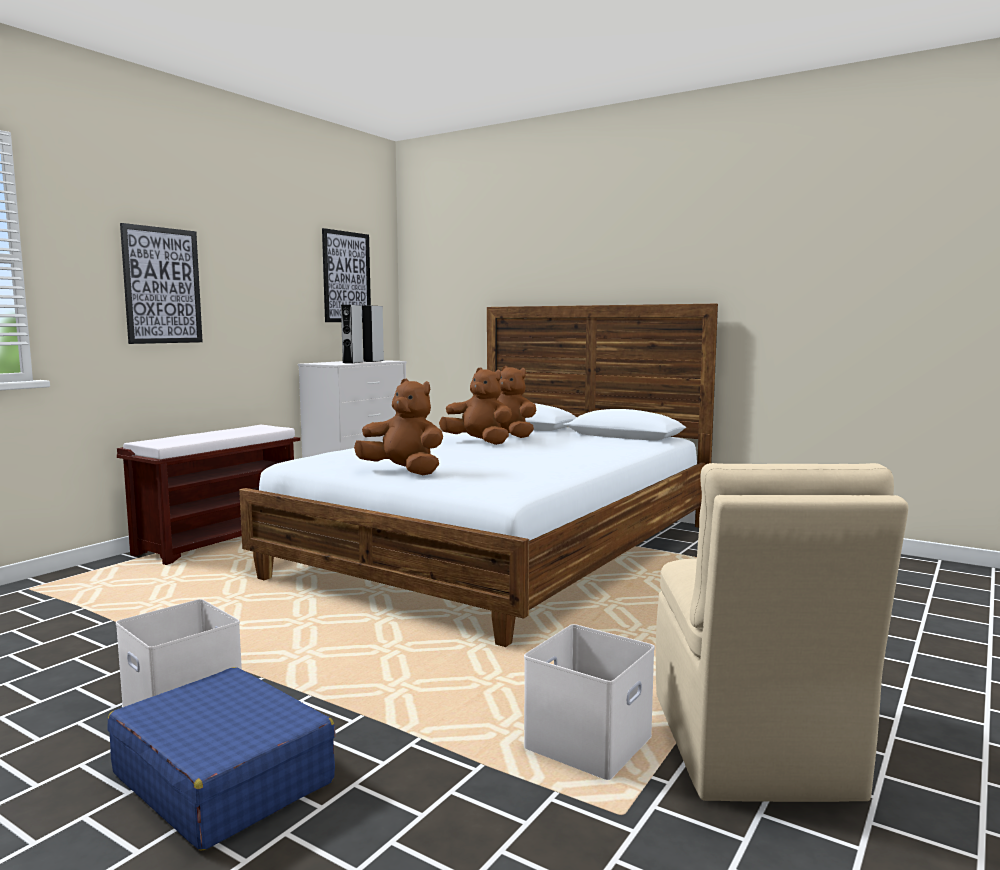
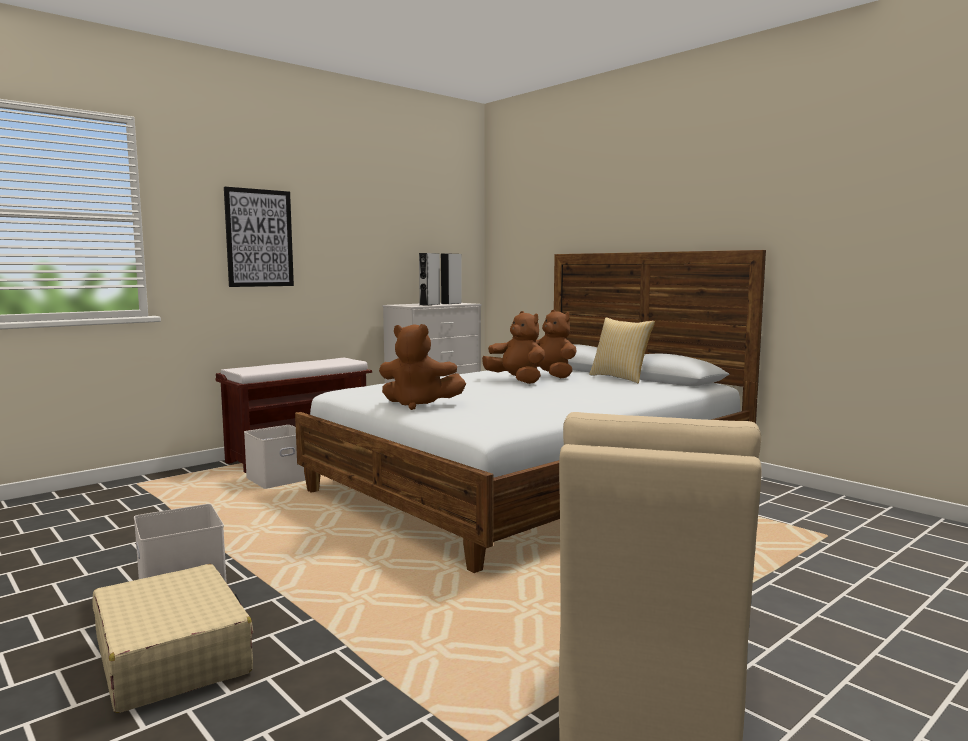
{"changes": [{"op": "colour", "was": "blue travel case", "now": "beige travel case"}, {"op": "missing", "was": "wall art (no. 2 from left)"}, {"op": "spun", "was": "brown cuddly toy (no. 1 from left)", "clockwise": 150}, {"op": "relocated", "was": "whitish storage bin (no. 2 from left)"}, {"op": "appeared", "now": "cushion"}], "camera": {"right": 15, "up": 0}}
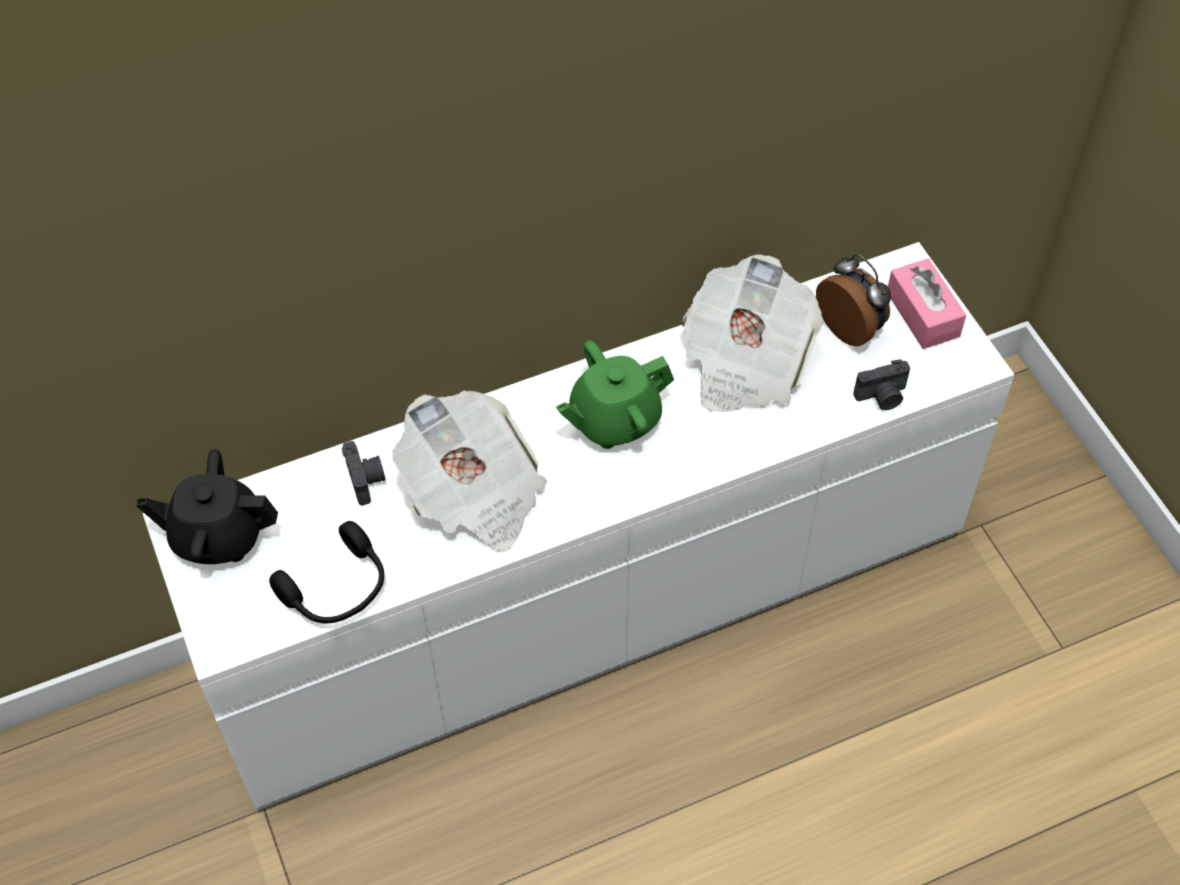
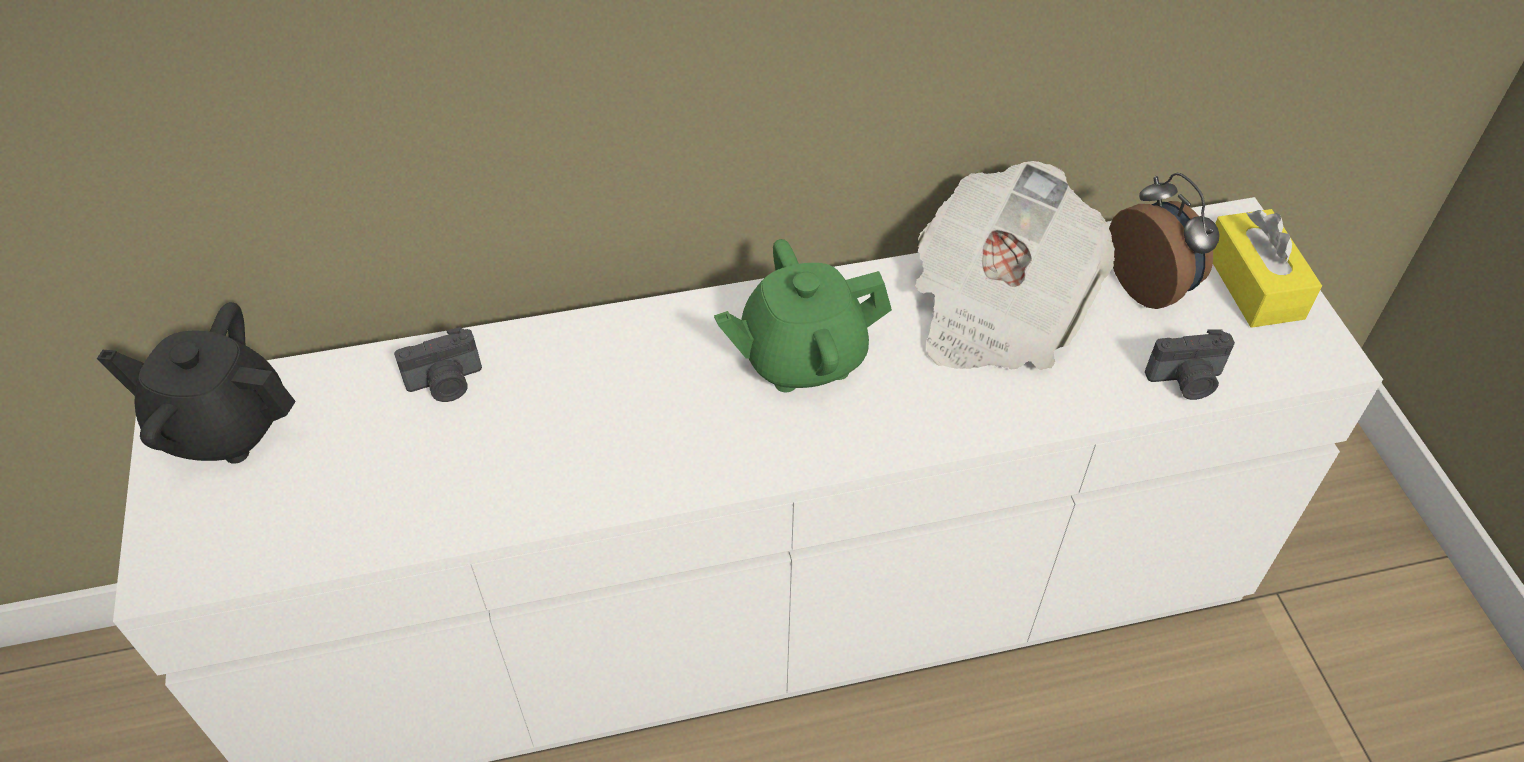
{"changes": [{"op": "missing", "was": "blackish headphones"}, {"op": "spun", "was": "photo camera (no. 1 from left)", "clockwise": 75}, {"op": "missing", "was": "newspaper (no. 1 from left)"}, {"op": "colour", "was": "pink tissue holder", "now": "yellow-coloured tissue holder"}], "camera": {"right": 10, "up": -5}}
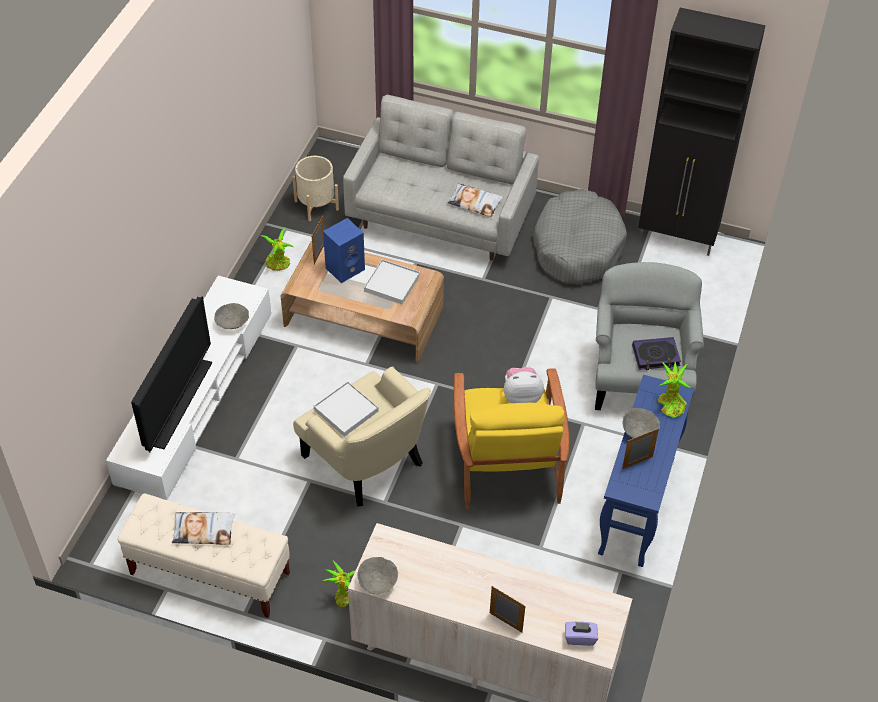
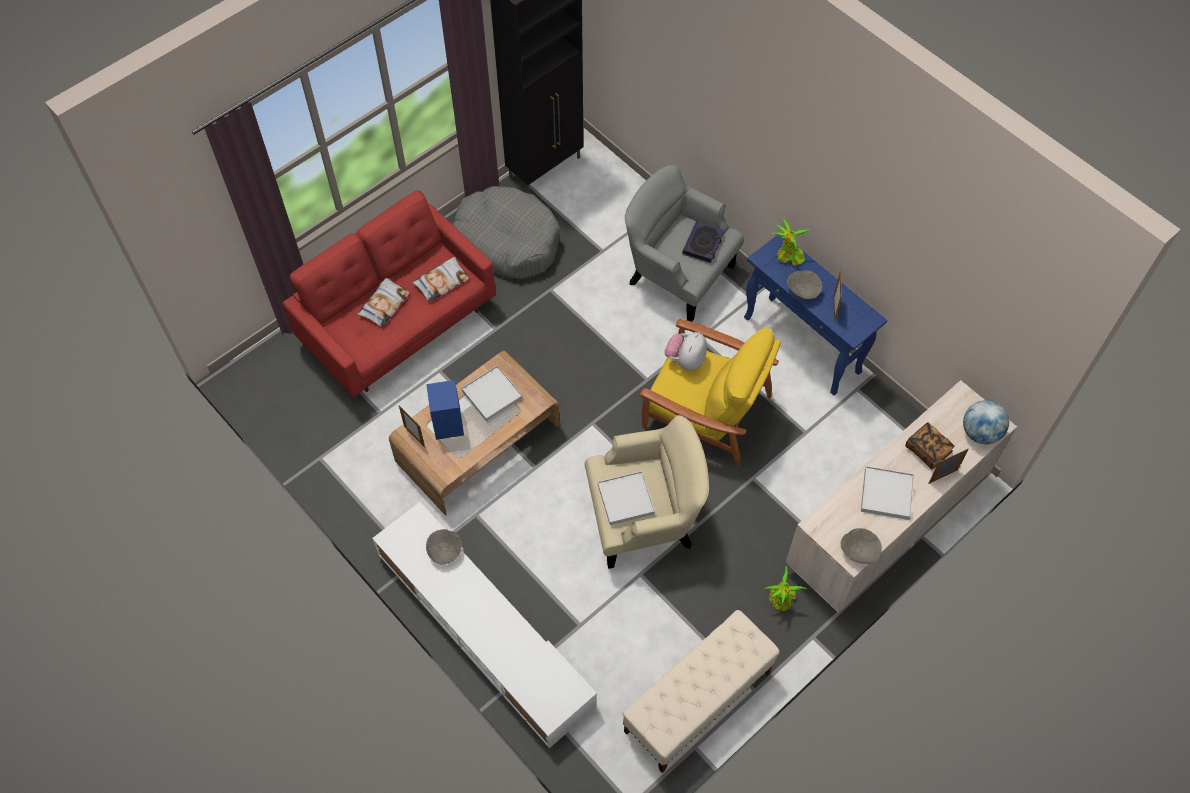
{"changes": [{"op": "missing", "was": "TV set"}, {"op": "relocated", "was": "cushion (no. 1 from left)"}, {"op": "missing", "was": "plant in a pot (no. 1 from left)"}, {"op": "missing", "was": "beige planter"}, {"op": "colour", "was": "greyish sofa", "now": "reddish sofa"}, {"op": "exchanged", "was": "purplish tissue holder", "now": "globe"}, {"op": "appeared", "now": "whitish serving tray (no. 3 from left)"}, {"op": "appeared", "now": "bound book (no. 2 from left)"}], "camera": {"right": -60, "up": 10}}
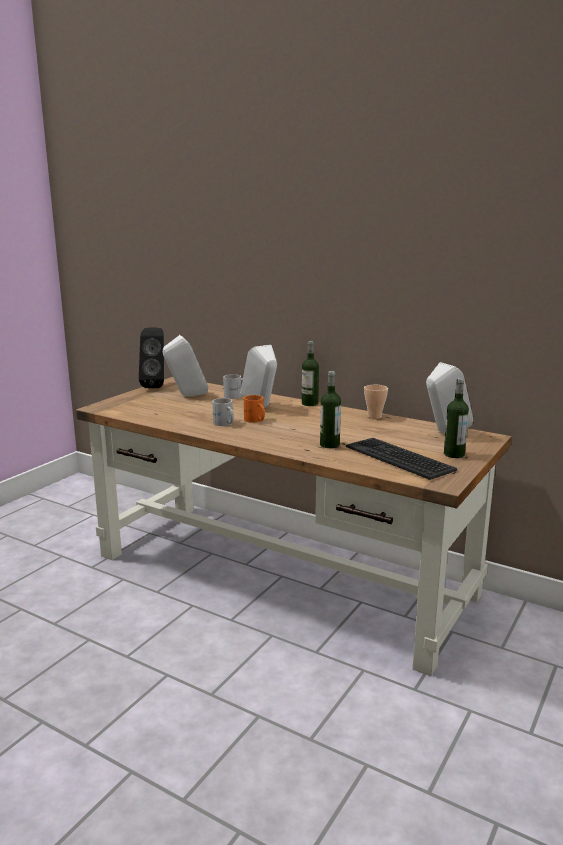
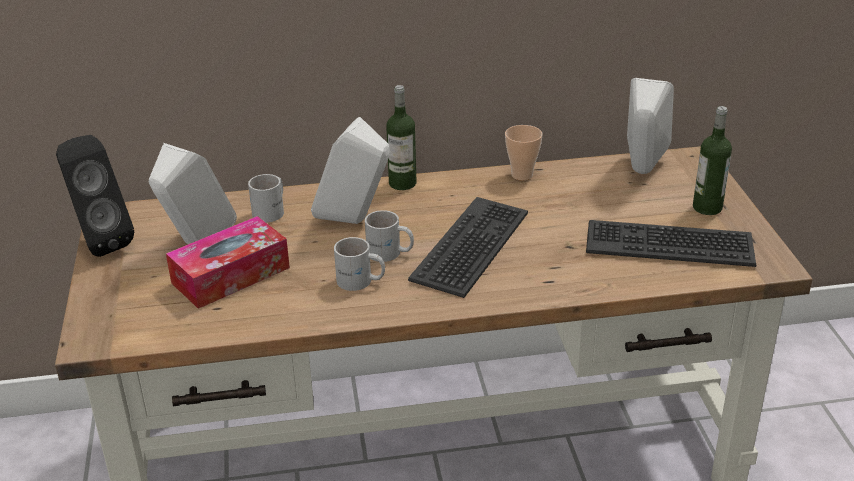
{"changes": [{"op": "colour", "was": "orange tea mug", "now": "whitish tea mug (no. 3 from left)"}, {"op": "missing", "was": "drink bottle (no. 2 from left)"}, {"op": "appeared", "now": "tissue holder"}, {"op": "appeared", "now": "computer keyboard (no. 1 from left)"}], "camera": {"right": -40, "up": 15}}
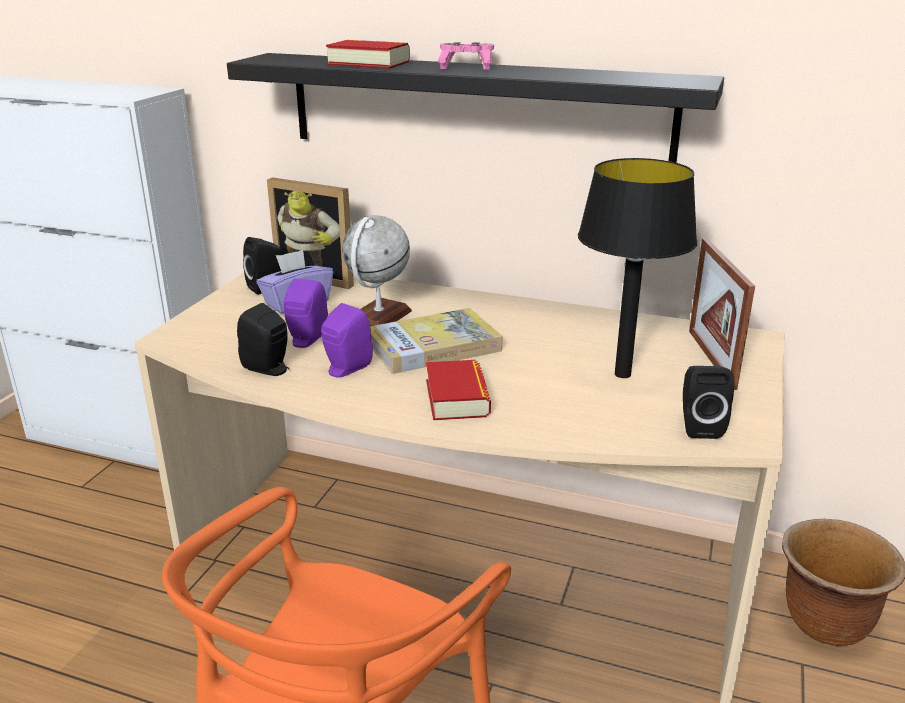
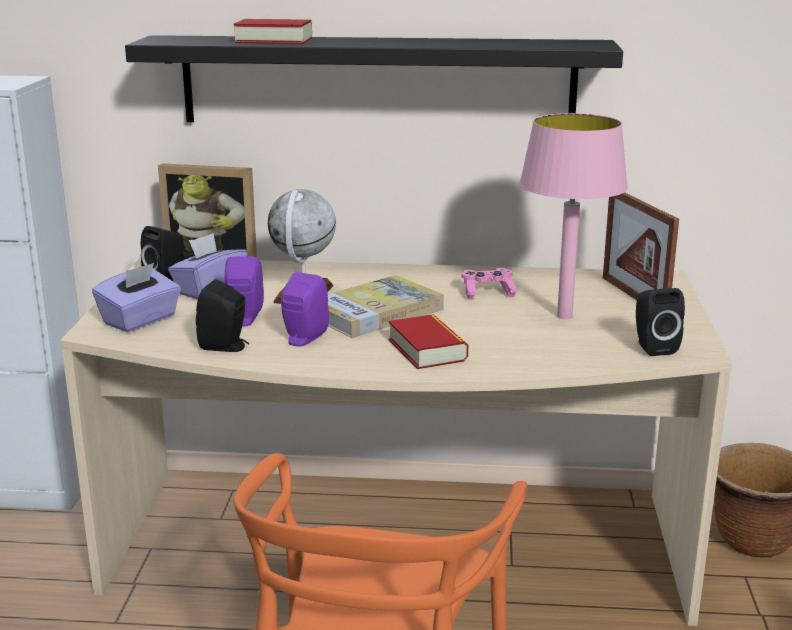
{"changes": [{"op": "relocated", "was": "pink game controller"}, {"op": "colour", "was": "blackish lamp for a table", "now": "pink lamp for a table"}, {"op": "appeared", "now": "purplish tissue holder (no. 1 from left)"}], "camera": {"right": -15, "up": -5}}
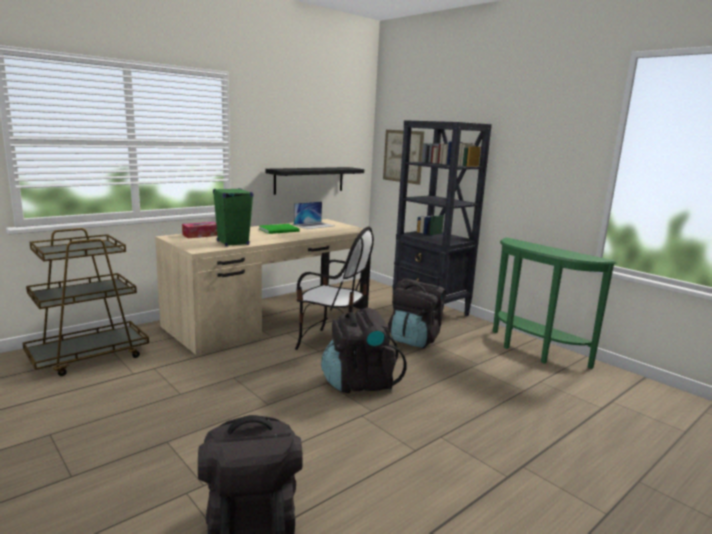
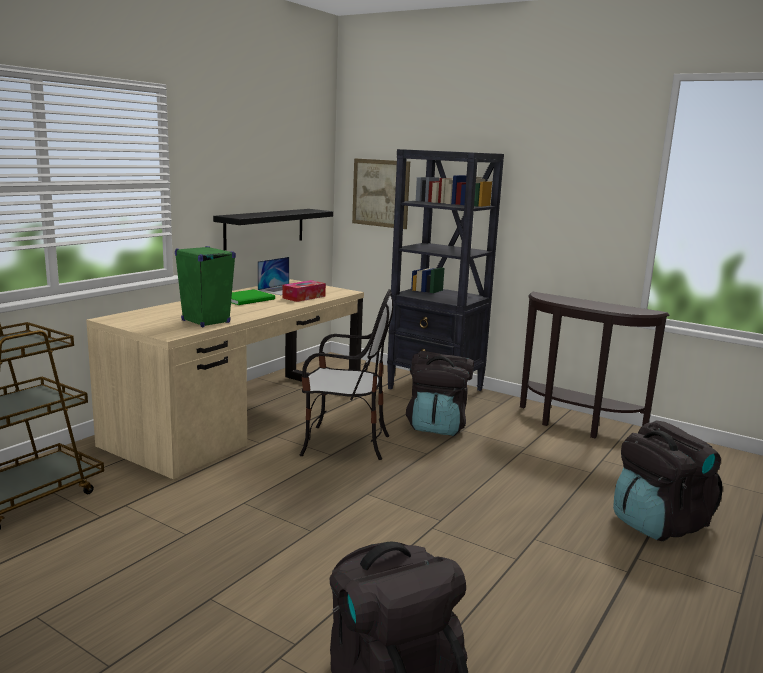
{"changes": [{"op": "relocated", "was": "tissue holder"}, {"op": "relocated", "was": "blackish knapsack (no. 2 from left in the first image)", "now": "blackish knapsack (no. 3 from left)"}, {"op": "colour", "was": "greenish console table", "now": "brown console table"}], "camera": {"right": -15, "up": 0}}
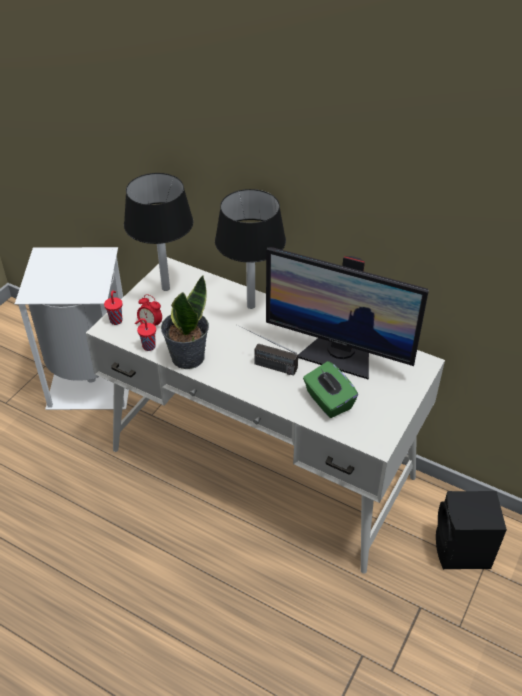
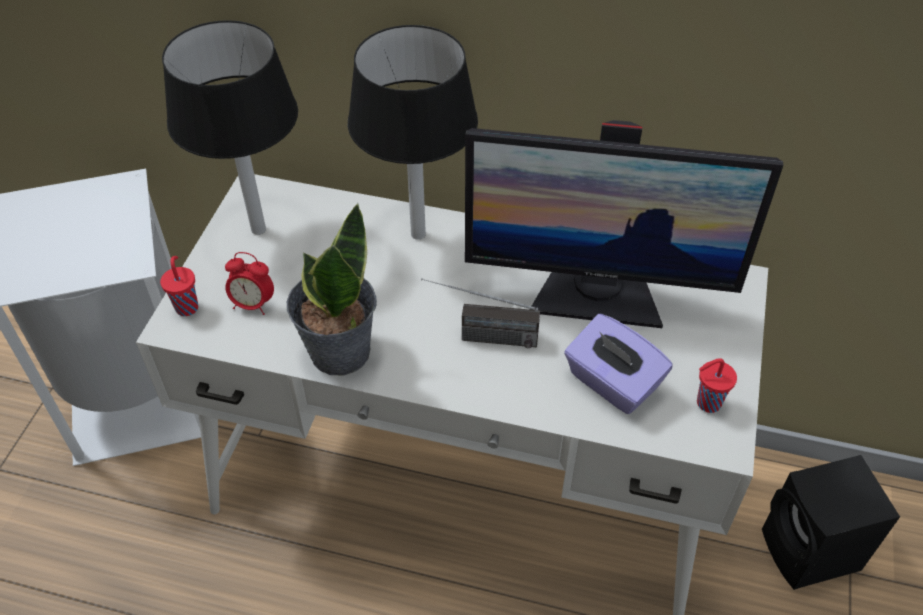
{"changes": [{"op": "relocated", "was": "reddish cup (no. 2 from left)"}, {"op": "colour", "was": "greenish tissue holder", "now": "purplish tissue holder"}], "camera": {"right": -15, "up": 5}}
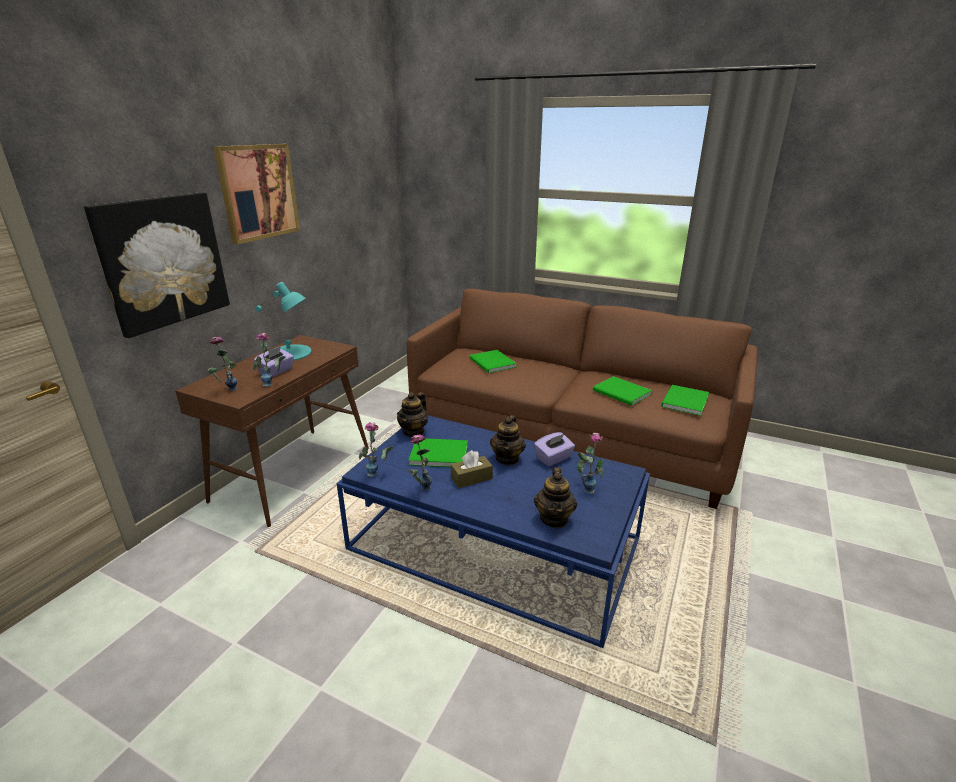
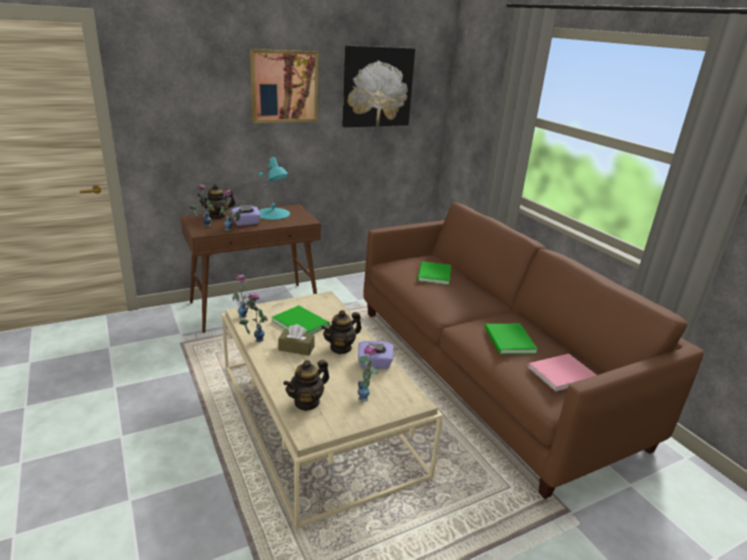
{"changes": [{"op": "relocated", "was": "wall art (no. 1 from left in the first image)", "now": "wall art (no. 2 from left)"}, {"op": "colour", "was": "blue low table", "now": "beige low table"}, {"op": "relocated", "was": "pot for tea (no. 1 from left)"}, {"op": "colour", "was": "greenish bound book (no. 4 from left)", "now": "pink bound book"}], "camera": {"right": 35, "up": 0}}
